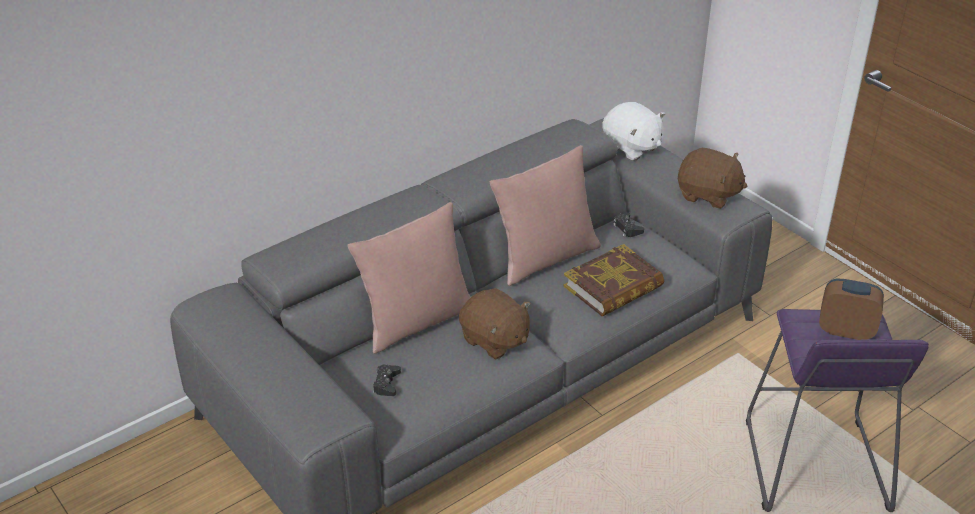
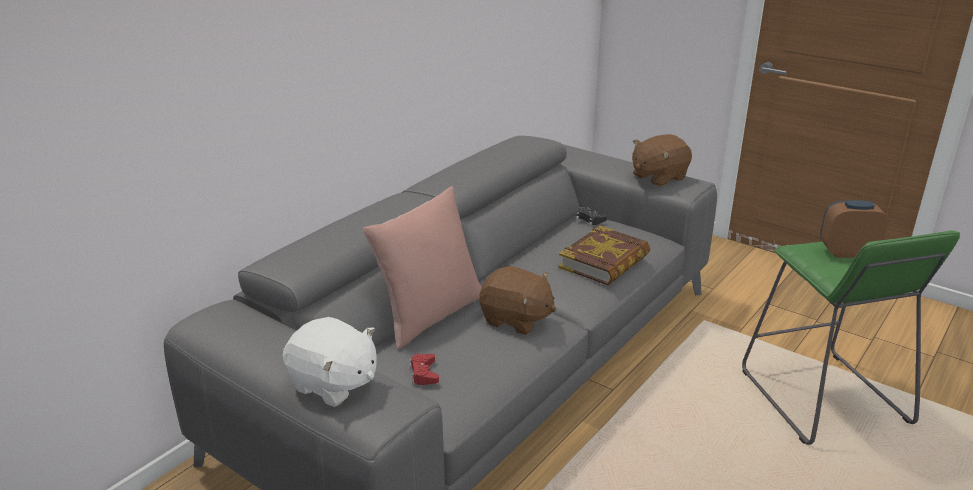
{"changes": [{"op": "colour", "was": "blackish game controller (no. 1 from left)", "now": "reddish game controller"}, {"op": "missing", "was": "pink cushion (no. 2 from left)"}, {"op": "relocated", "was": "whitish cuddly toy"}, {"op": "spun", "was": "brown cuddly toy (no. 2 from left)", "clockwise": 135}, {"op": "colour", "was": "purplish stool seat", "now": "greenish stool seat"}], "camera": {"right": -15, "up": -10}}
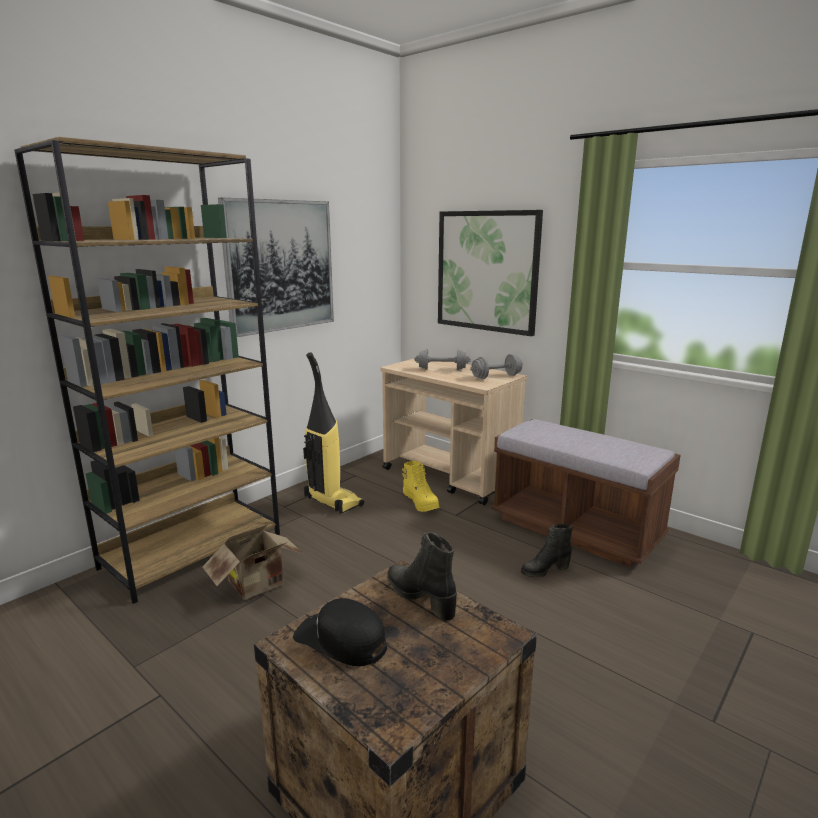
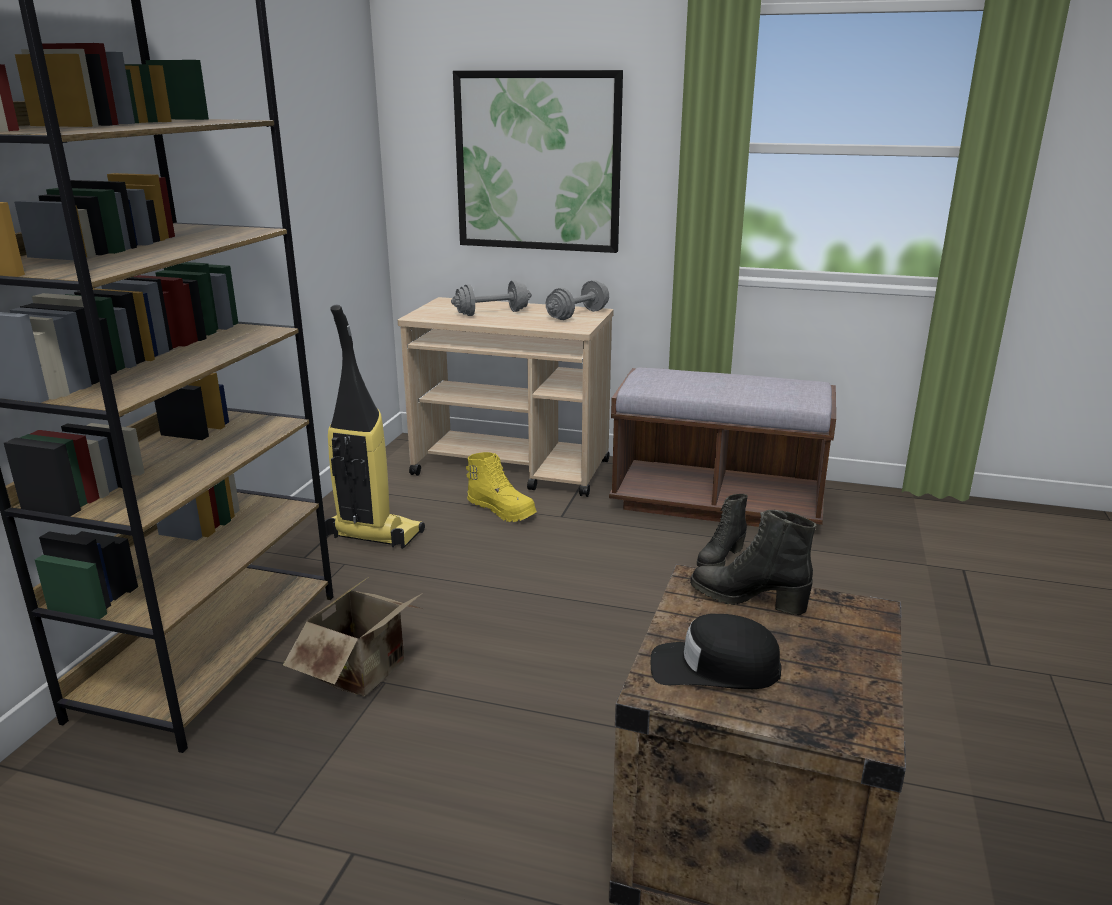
{"changes": [{"op": "missing", "was": "wall art (no. 1 from left)"}], "camera": {"right": -25, "up": 5}}
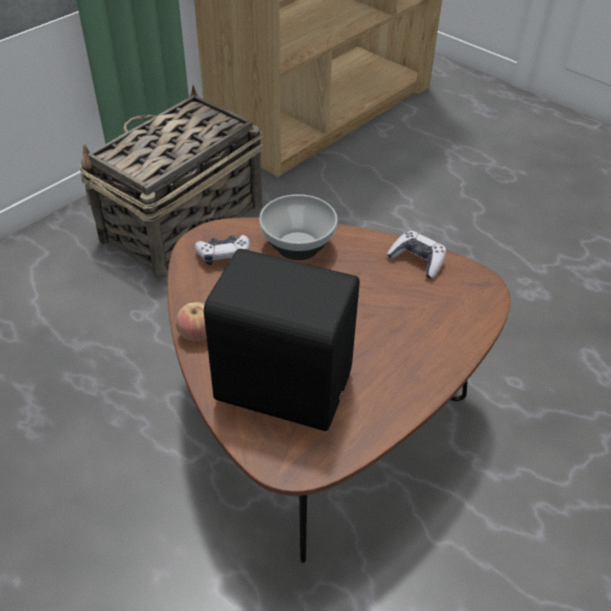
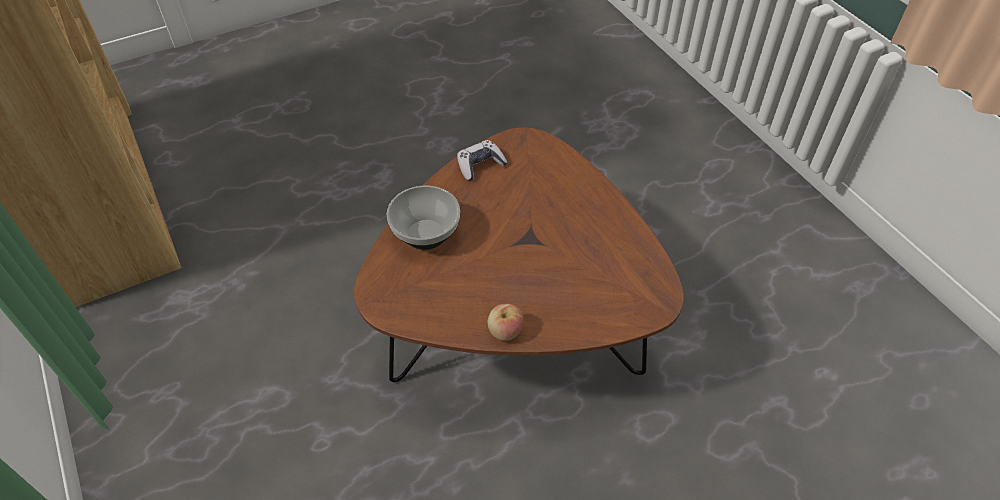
{"changes": [{"op": "missing", "was": "basket"}, {"op": "missing", "was": "game controller (no. 1 from left)"}, {"op": "missing", "was": "blackish speaker"}], "camera": {"right": -70, "up": 5}}
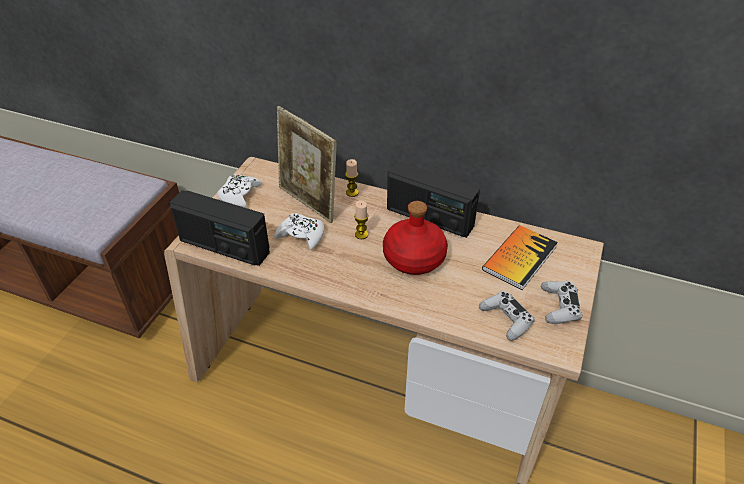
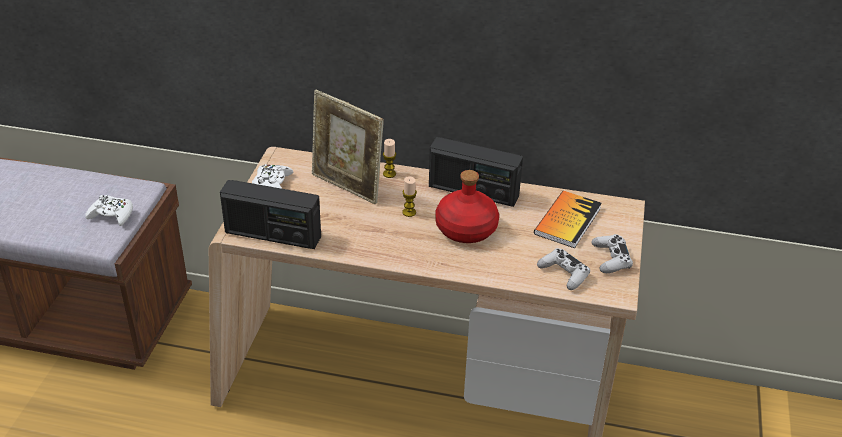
{"changes": [{"op": "relocated", "was": "whitish game controller (no. 2 from left in the first image)", "now": "whitish game controller (no. 1 from left)"}], "camera": {"right": -10, "up": -5}}
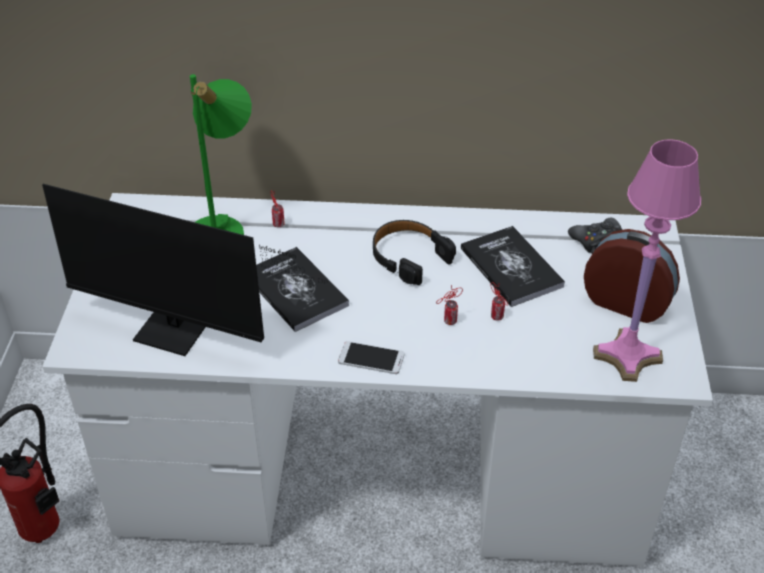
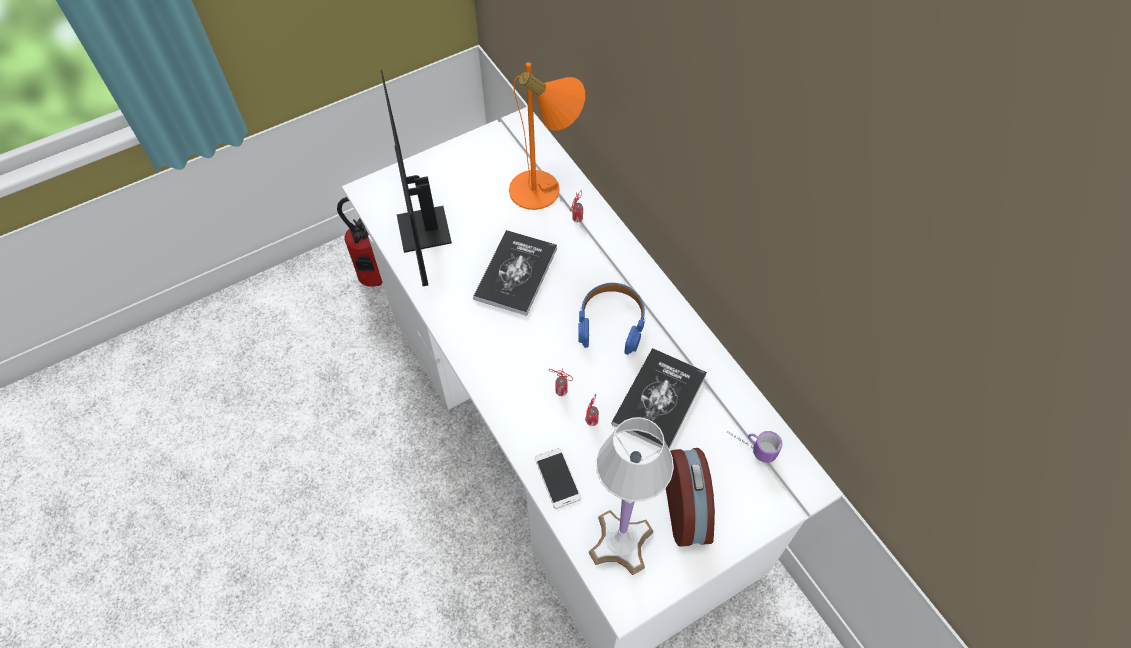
{"changes": [{"op": "colour", "was": "greenish lamp for a table", "now": "orange lamp for a table"}, {"op": "relocated", "was": "handset"}, {"op": "colour", "was": "blackish headphones", "now": "blue headphones"}, {"op": "exchanged", "was": "blackish game controller", "now": "tea mug"}, {"op": "colour", "was": "pink lamp for a table", "now": "whitish lamp for a table"}], "camera": {"right": 55, "up": 15}}
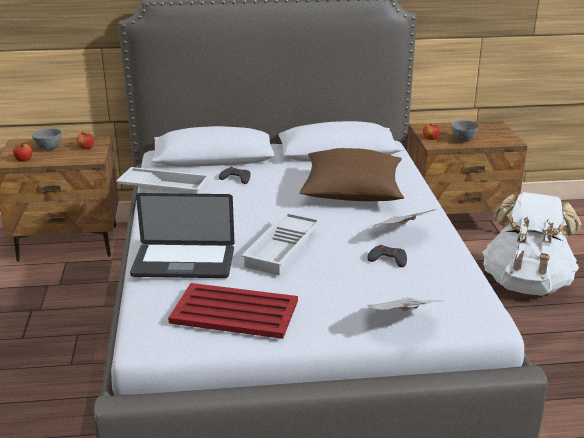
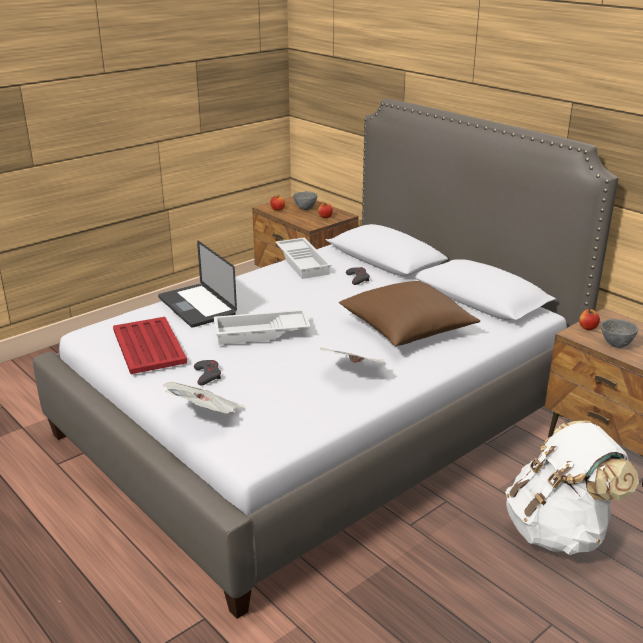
{"changes": [{"op": "relocated", "was": "greyish game controller (no. 2 from left in the first image)", "now": "greyish game controller (no. 1 from left)"}], "camera": {"right": 55, "up": 0}}
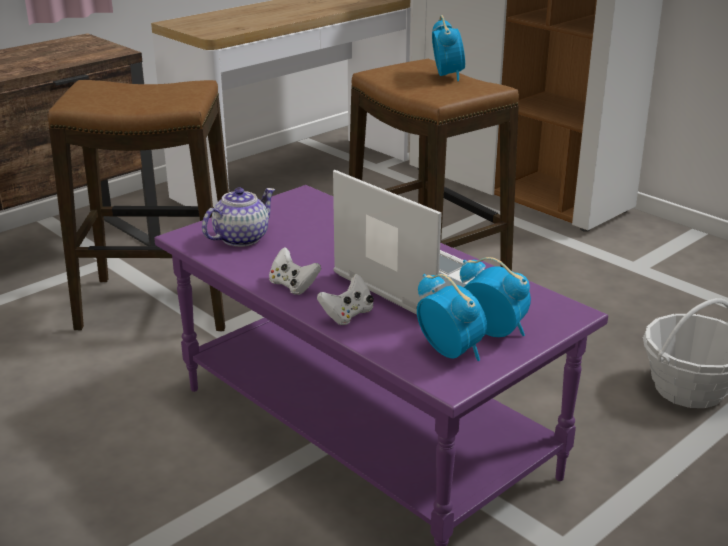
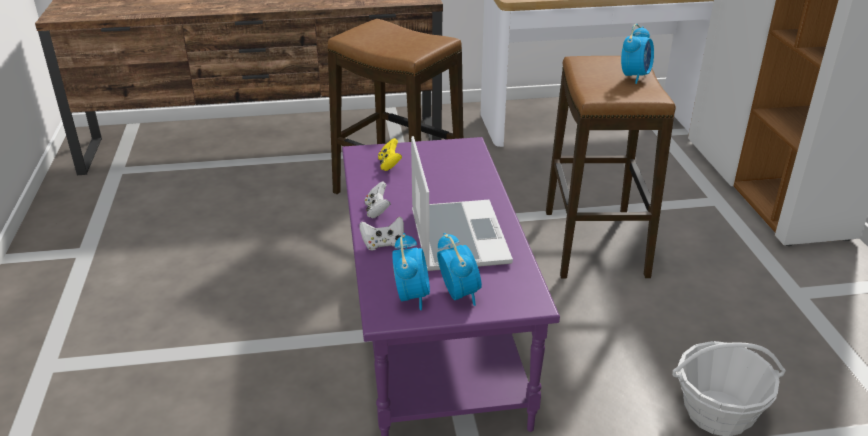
{"changes": [{"op": "exchanged", "was": "pot for tea", "now": "yellow-coloured game controller"}], "camera": {"right": 35, "up": 5}}
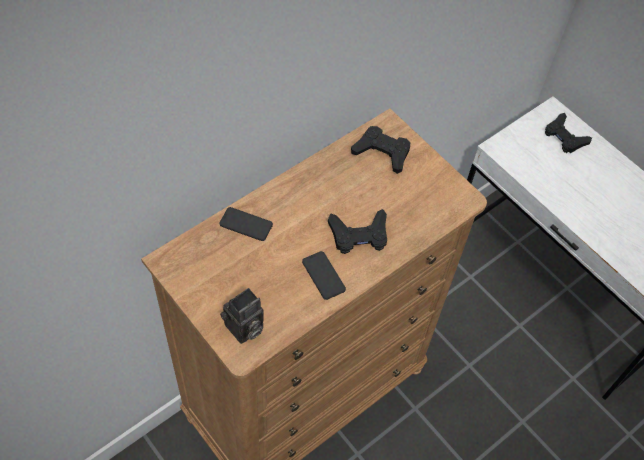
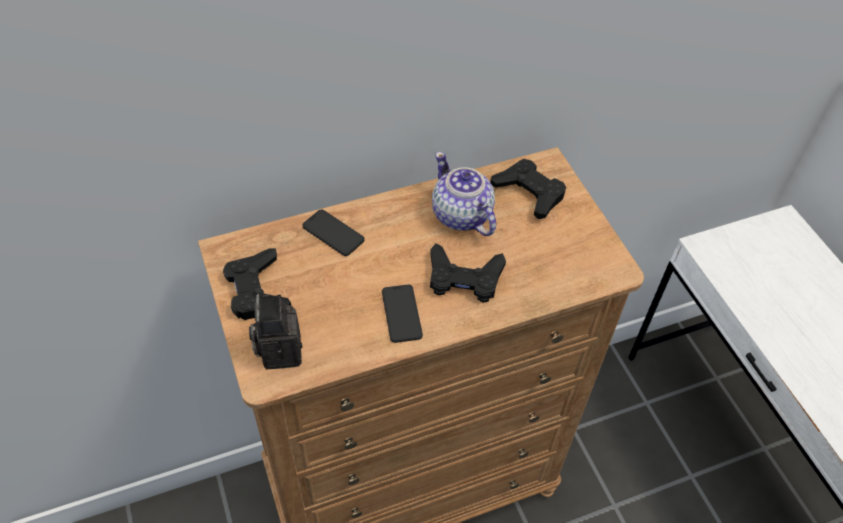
{"changes": [{"op": "spun", "was": "photo camera", "clockwise": 105}, {"op": "relocated", "was": "blackish game controller (no. 3 from left in the first image)", "now": "blackish game controller (no. 1 from left)"}, {"op": "appeared", "now": "pot for tea"}], "camera": {"right": 20, "up": -5}}
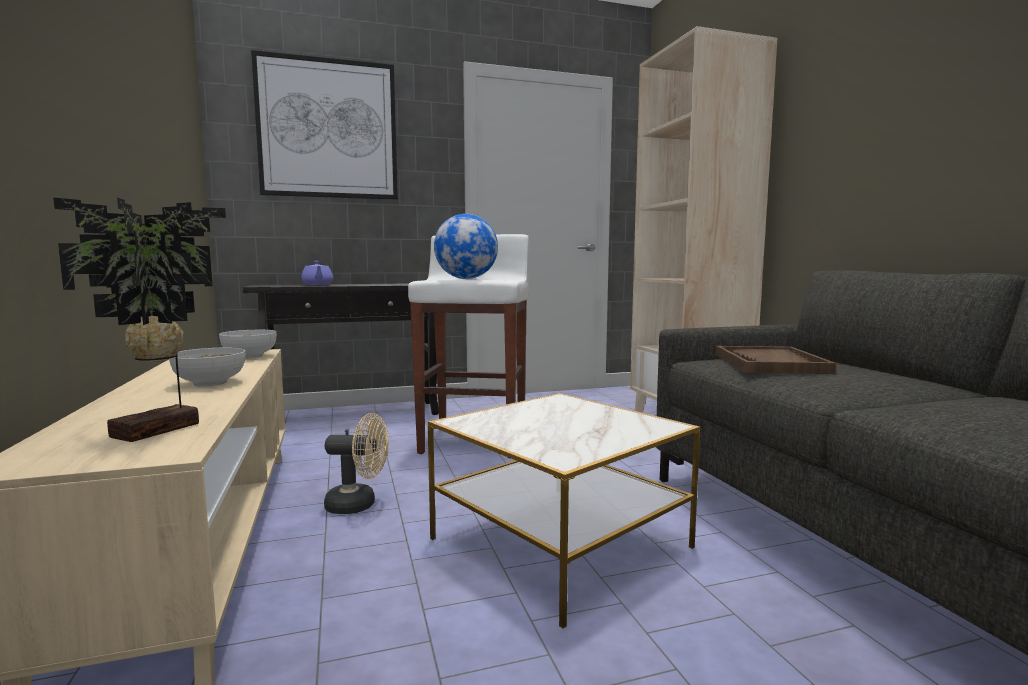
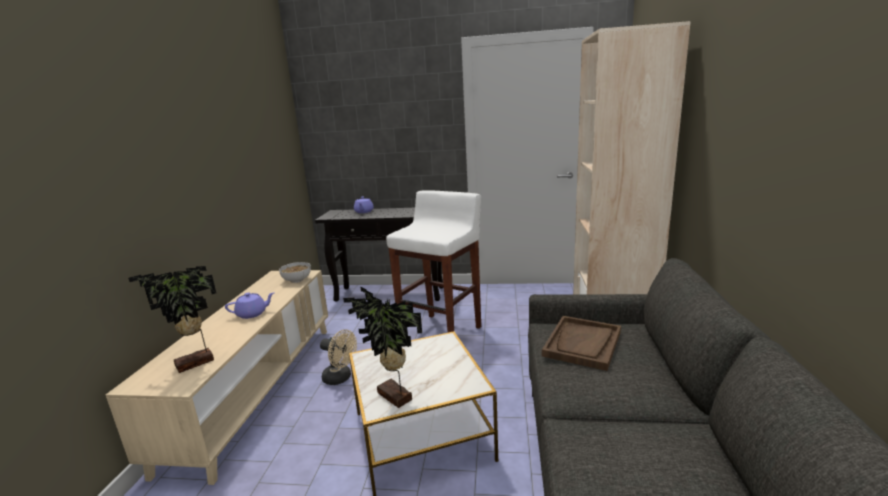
{"changes": [{"op": "exchanged", "was": "serving bowl (no. 1 from left)", "now": "purplish pot for tea (no. 1 from left)"}, {"op": "missing", "was": "wall art"}, {"op": "missing", "was": "globe"}, {"op": "appeared", "now": "plant in a pot (no. 2 from left)"}], "camera": {"right": 25, "up": 10}}
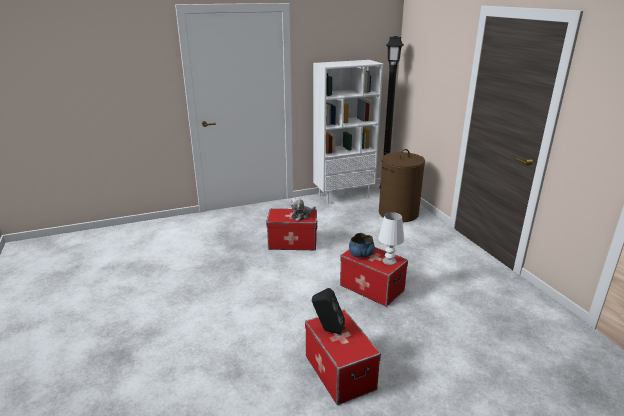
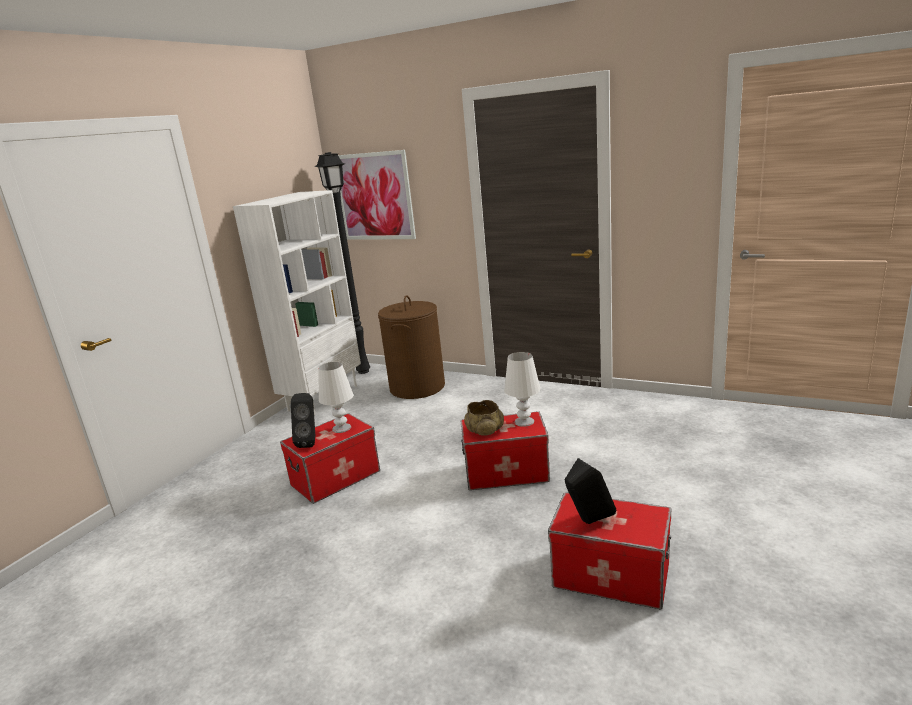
{"changes": [{"op": "exchanged", "was": "cuddly toy", "now": "whitish lamp for a table (no. 1 from left)"}, {"op": "colour", "was": "blue serving bowl", "now": "beige serving bowl"}, {"op": "appeared", "now": "blackish speaker (no. 1 from left)"}, {"op": "appeared", "now": "wall art"}], "camera": {"right": -40, "up": -5}}
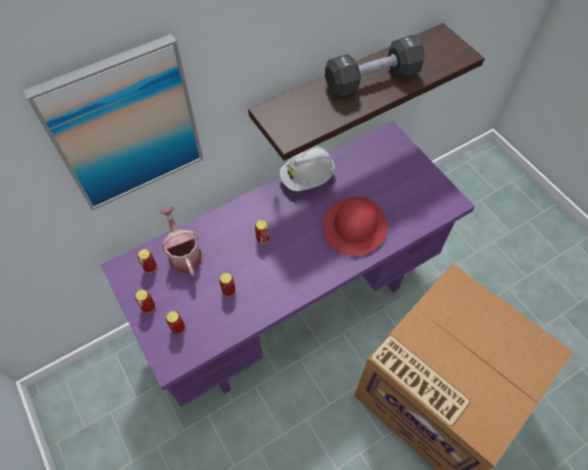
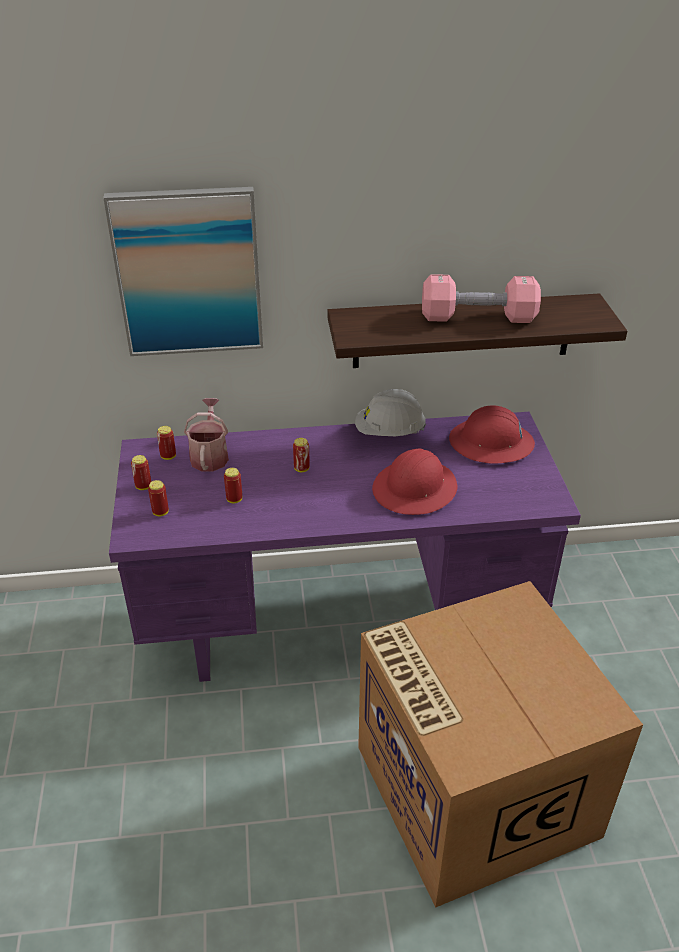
{"changes": [{"op": "colour", "was": "blackish dumbbell", "now": "pink dumbbell"}, {"op": "appeared", "now": "reddish work helmet (no. 2 from left)"}], "camera": {"right": 25, "up": -20}}
